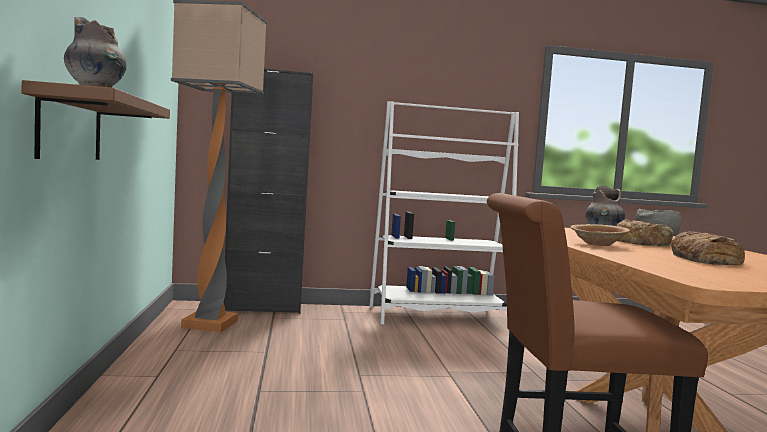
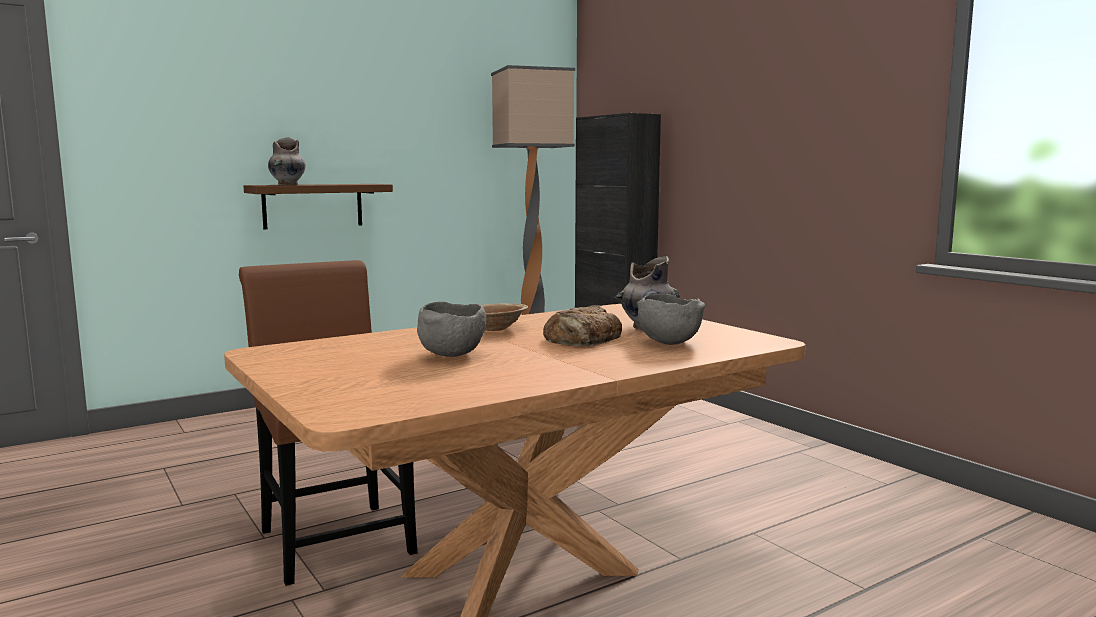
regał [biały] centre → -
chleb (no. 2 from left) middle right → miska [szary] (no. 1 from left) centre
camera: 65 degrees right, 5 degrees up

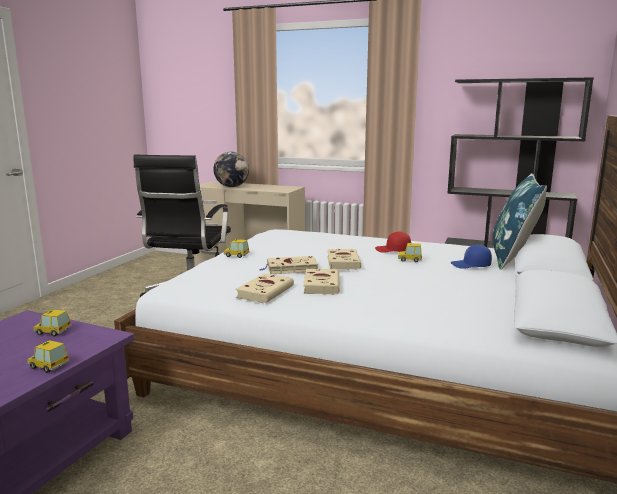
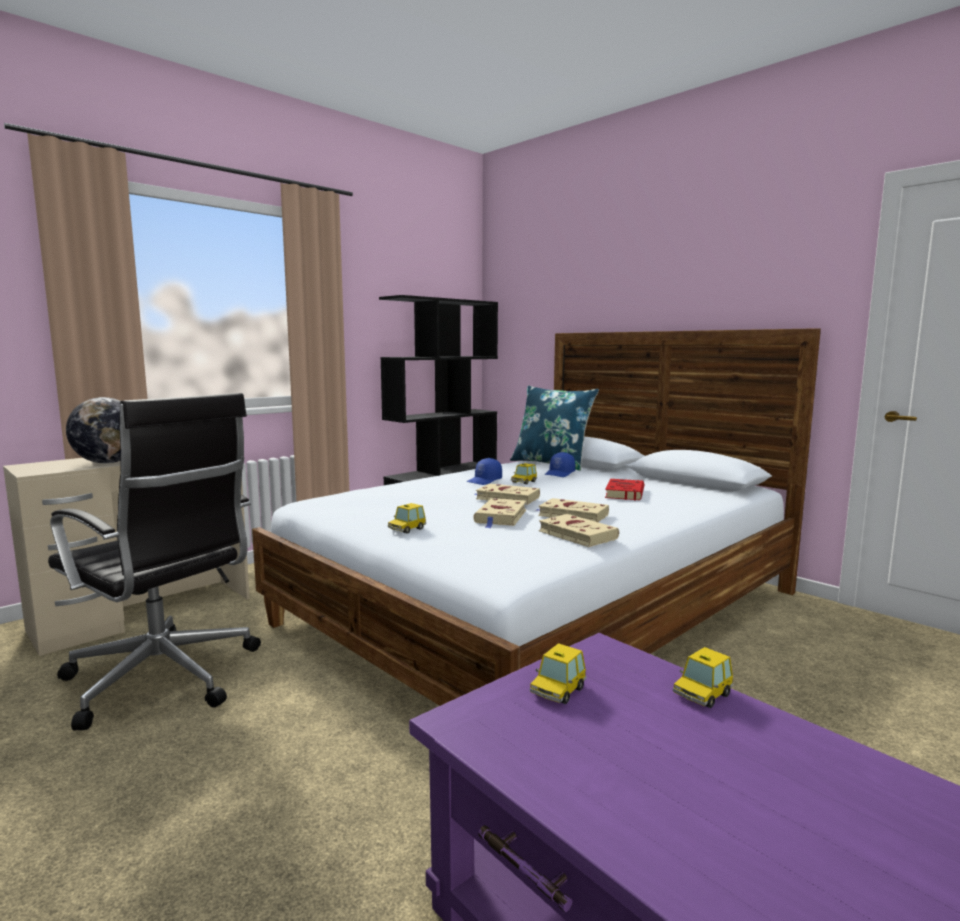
czapka z daszkiem [czerwony] centre → czapka z daszkiem [niebieski] (no. 1 from left) centre
- → książka [czerwony] centre
camera: 65 degrees left, 5 degrees down

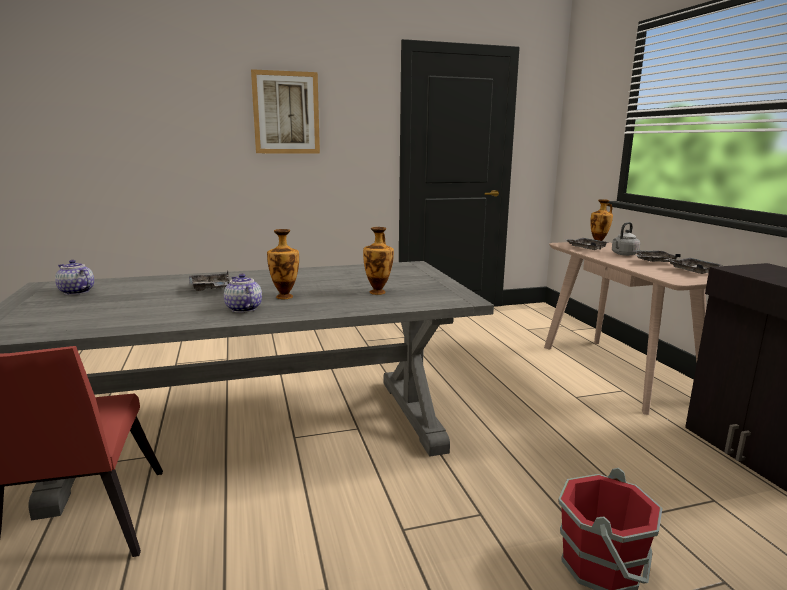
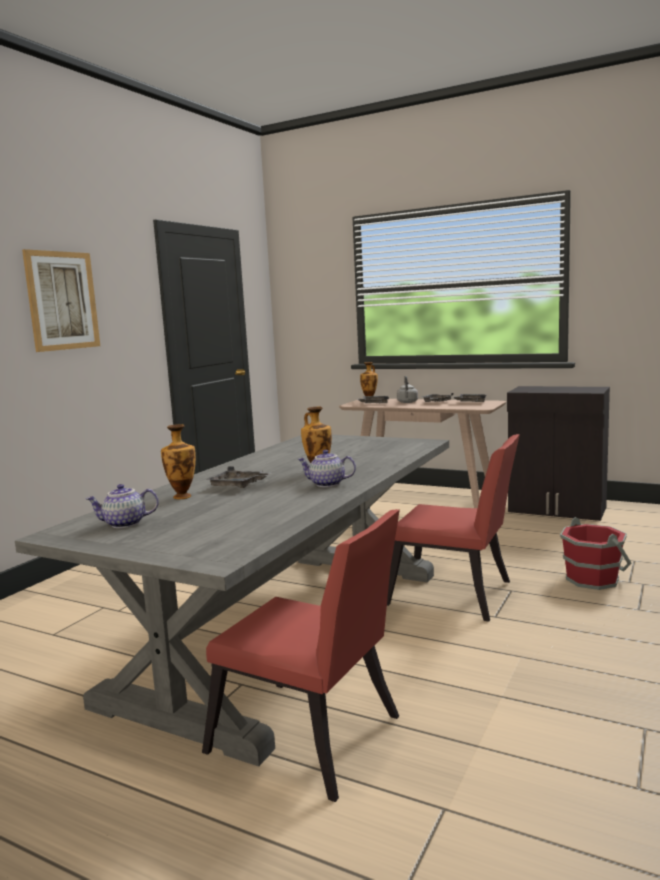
wazon (no. 2 from left in the first image) centre → wazon (no. 1 from left) middle left, relocated
- → krzesło [czerwony] (no. 2 from left) middle right
camera: 45 degrees left, 5 degrees down

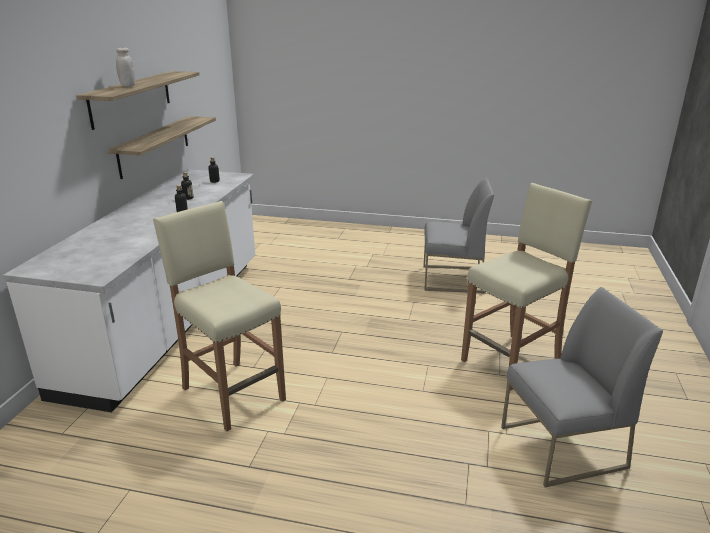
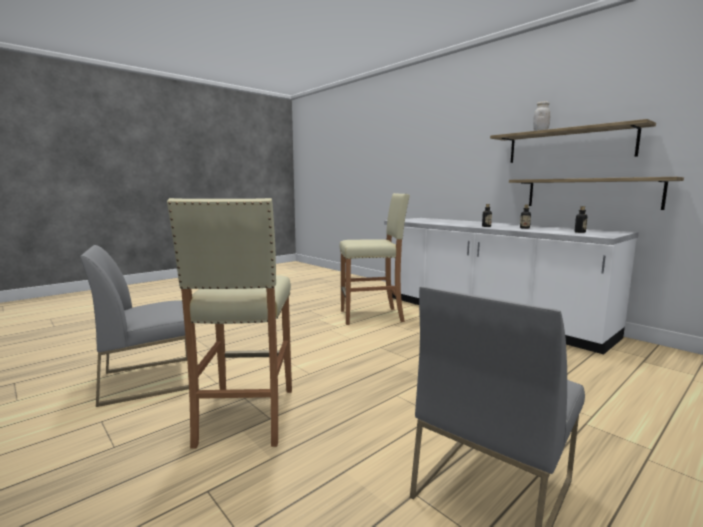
krzesło [szary] (no. 2 from left in the first image) bottom right → krzesło [szary] (no. 1 from left) middle left, 45 degrees clockwise
camera: 125 degrees right, 15 degrees down

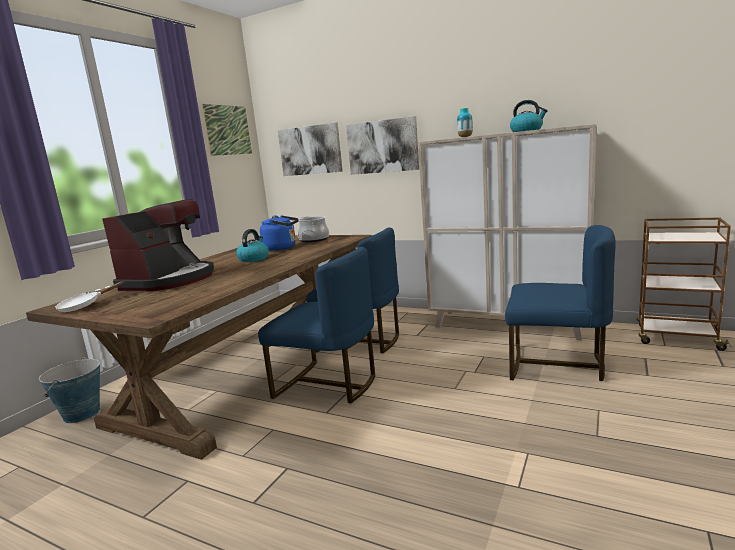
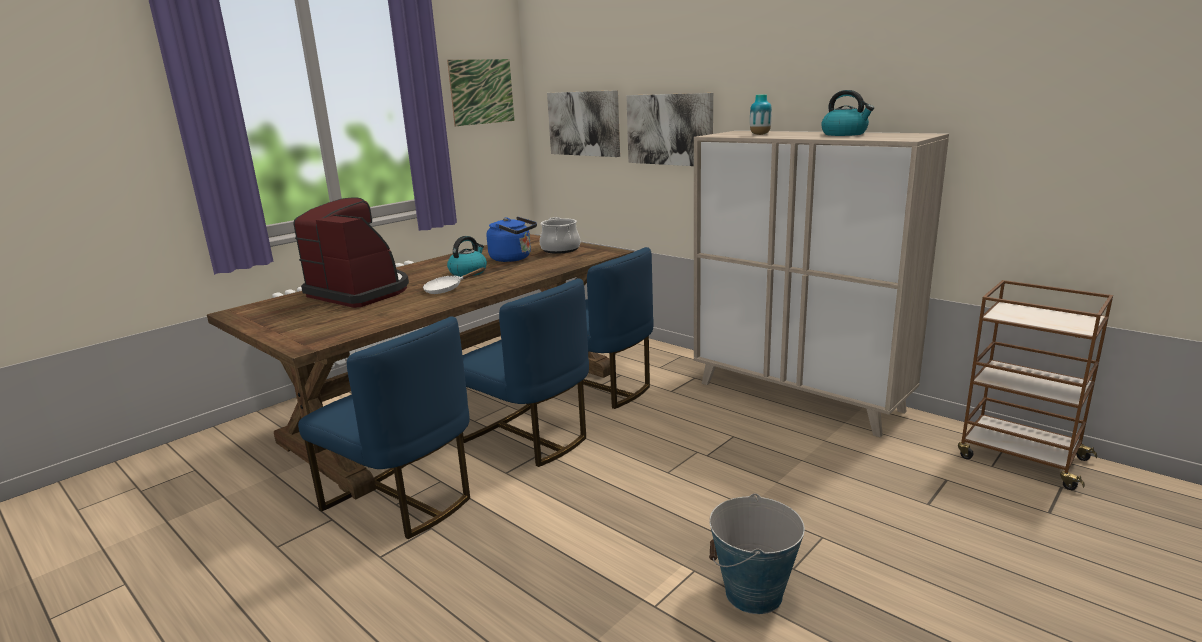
wiadro bottom left → wiadro bottom centre, relocated
patelnia [biały] middle left → patelnia [biały] centre, relocated
ekspres do kawy middle left, 90 degrees counterclockwise
krzesło [niebieski] (no. 3 from left in the first image) middle right → krzesło [niebieski] (no. 1 from left) middle left, relocated
camera: 15 degrees right, 5 degrees up

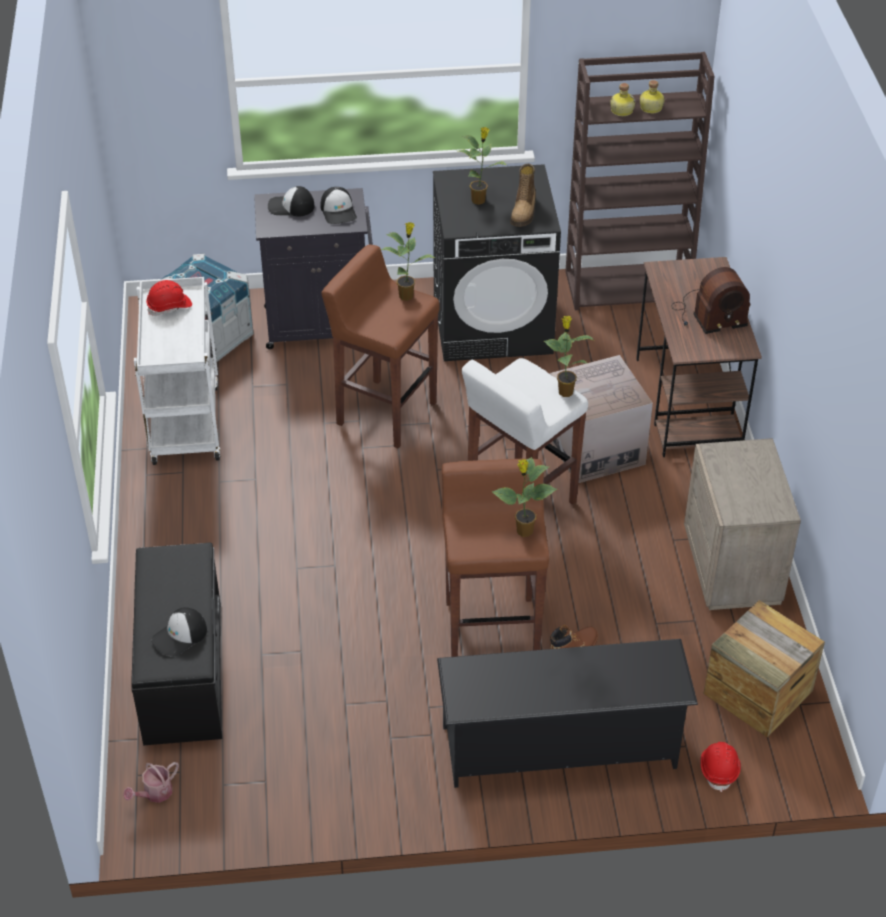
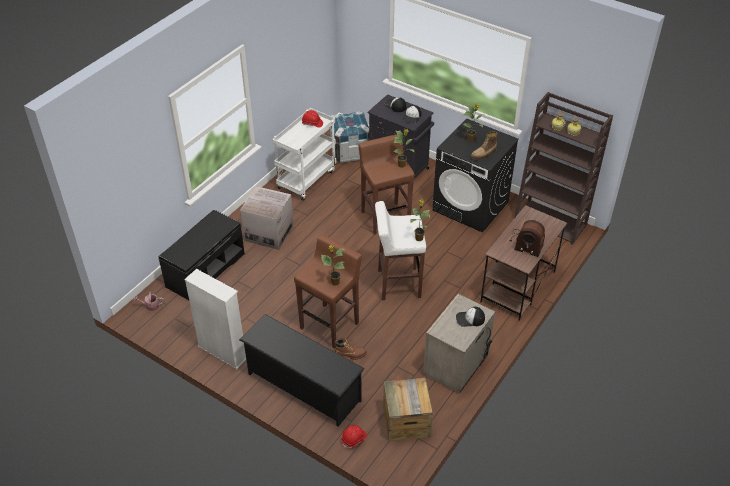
czapka z daszkiem (no. 1 from left in the first image) bottom left → czapka z daszkiem (no. 3 from left) centre, relocated
karton middle right → karton centre, relocated
- → regał [biały] middle left
camera: 40 degrees right, 0 degrees up

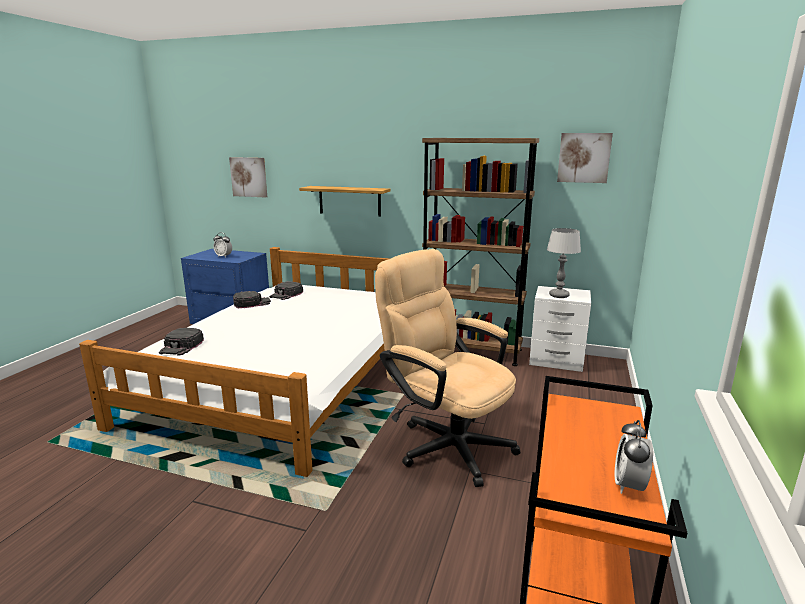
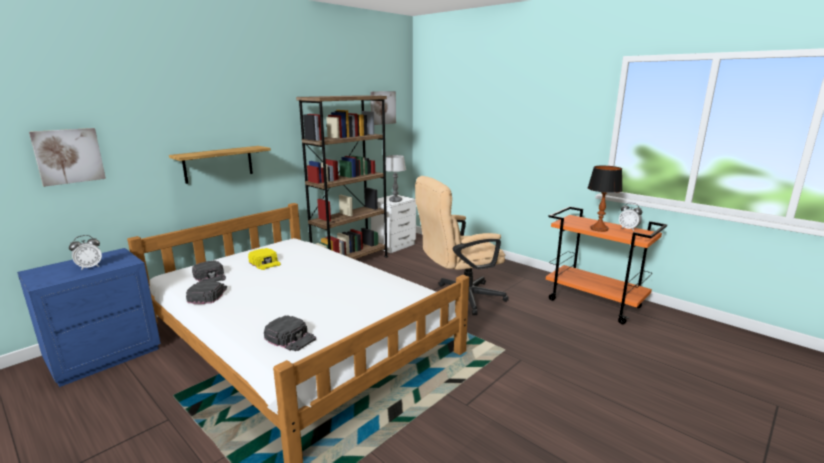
- → czapka z daszkiem [żółty] middle left
- → lampa stołowa (no. 2 from left) middle right
camera: 65 degrees left, 0 degrees up

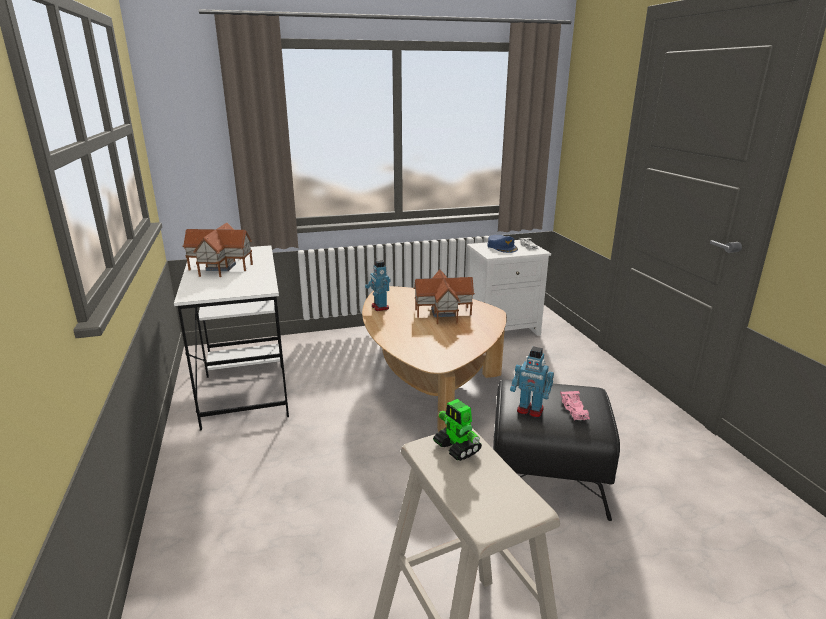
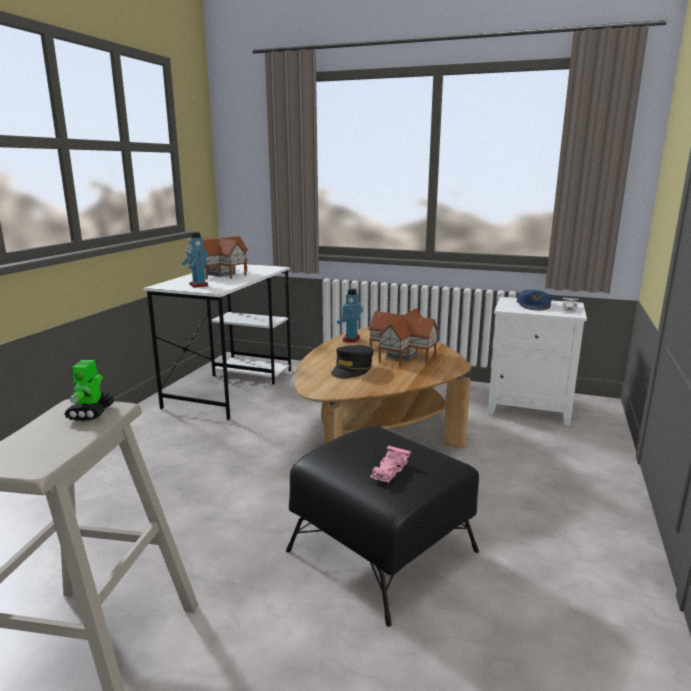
robot zabawkowy (no. 3 from left in the first image) centre → robot zabawkowy (no. 2 from left) middle left, relocated
- → czapka z daszkiem [czarny] centre
camera: 35 degrees right, 5 degrees down

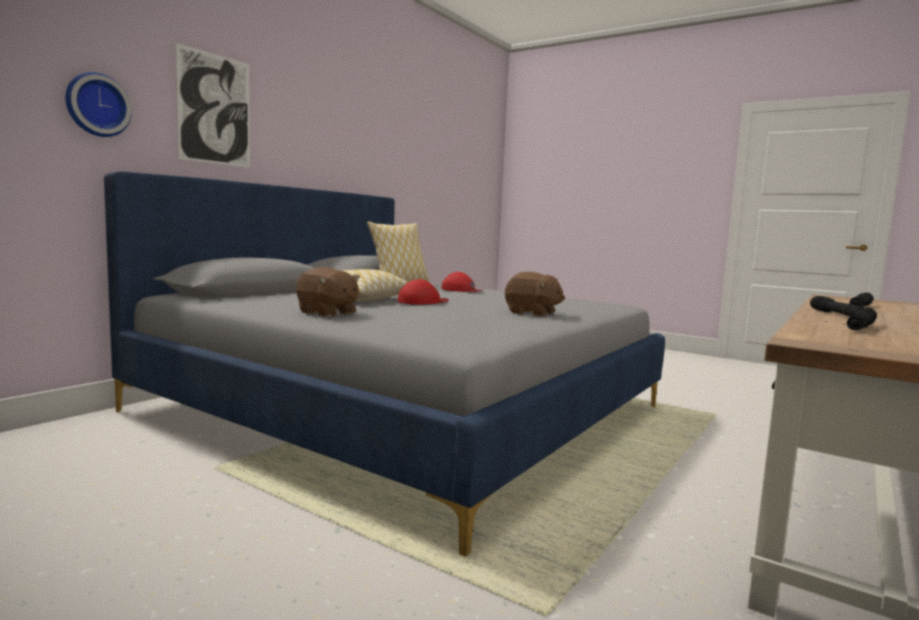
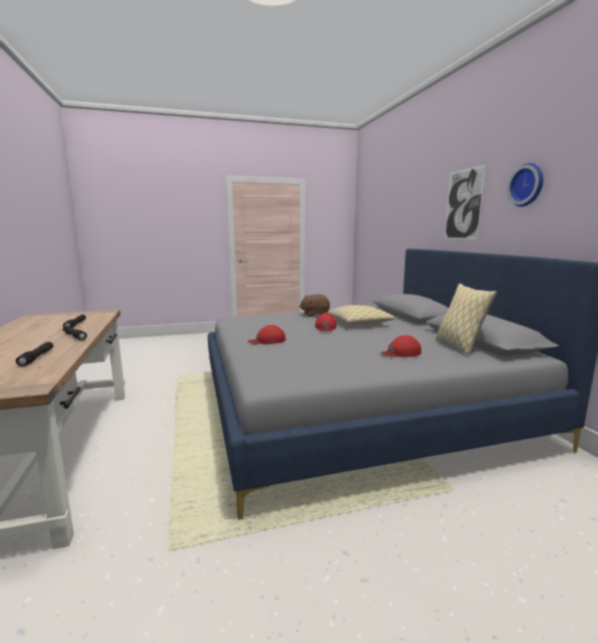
zegar ścienny top left → zegar ścienny top right, relocated
pluszak [brązowy] (no. 2 from left) centre → czapka z daszkiem [czerwony] (no. 1 from left) centre
camera: 130 degrees right, 5 degrees up

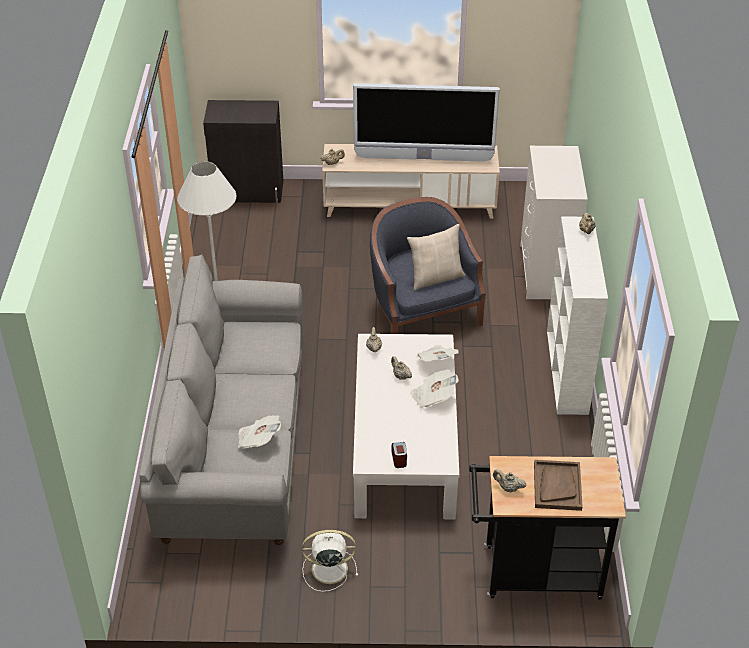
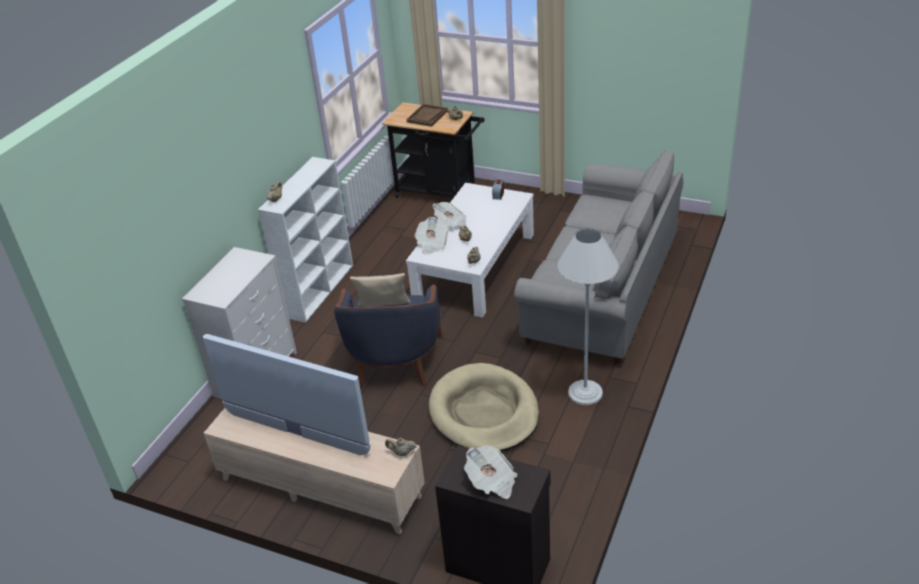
gazeta (no. 1 from left in the first image) centre → gazeta (no. 3 from left) bottom centre, relocated
wentylator [biały] bottom centre → -
- → legowisko [beżowy] bottom centre
camera: 155 degrees left, 5 degrees down

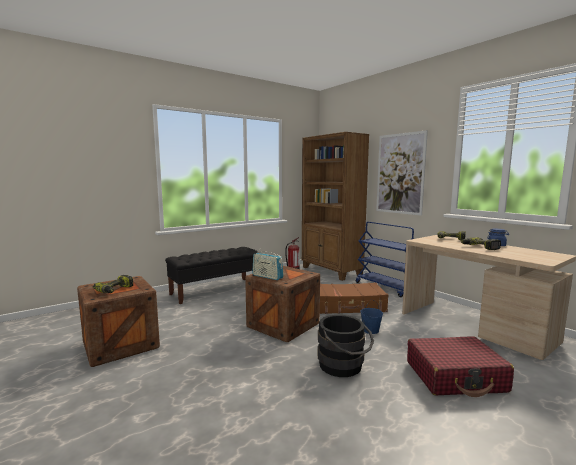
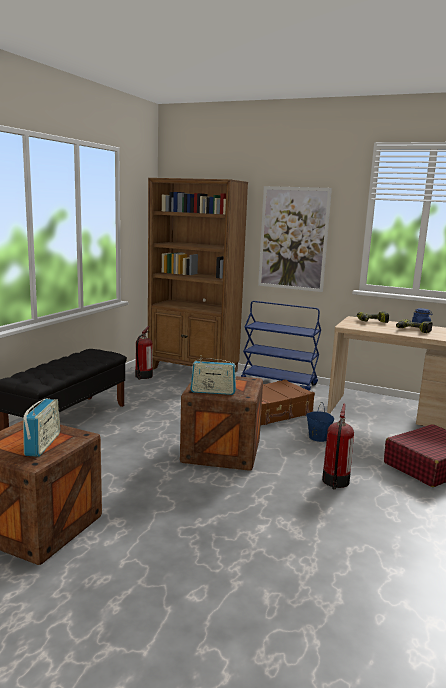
wiertarka (no. 1 from left) middle left → radio (no. 1 from left) middle left
wiadro [czarny] bottom centre → gaśnica (no. 2 from left) middle right
camera: 30 degrees left, 5 degrees up

